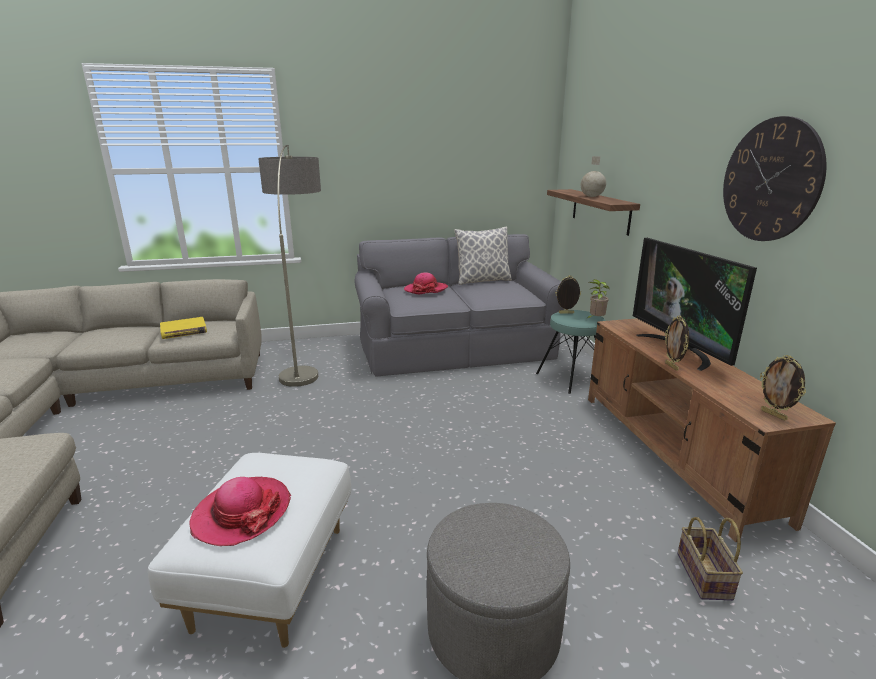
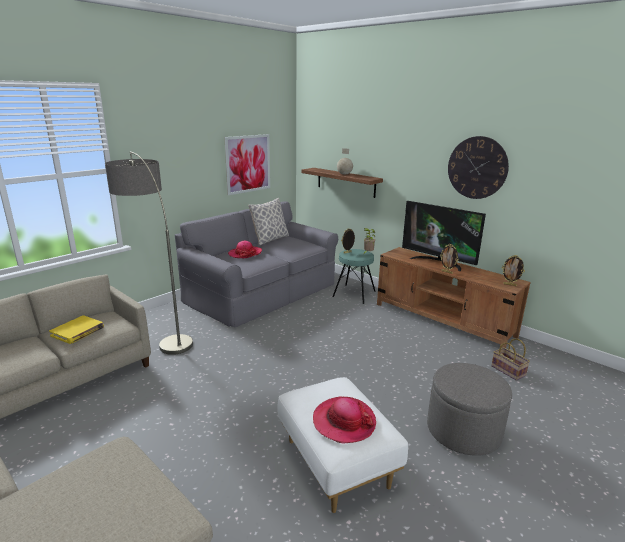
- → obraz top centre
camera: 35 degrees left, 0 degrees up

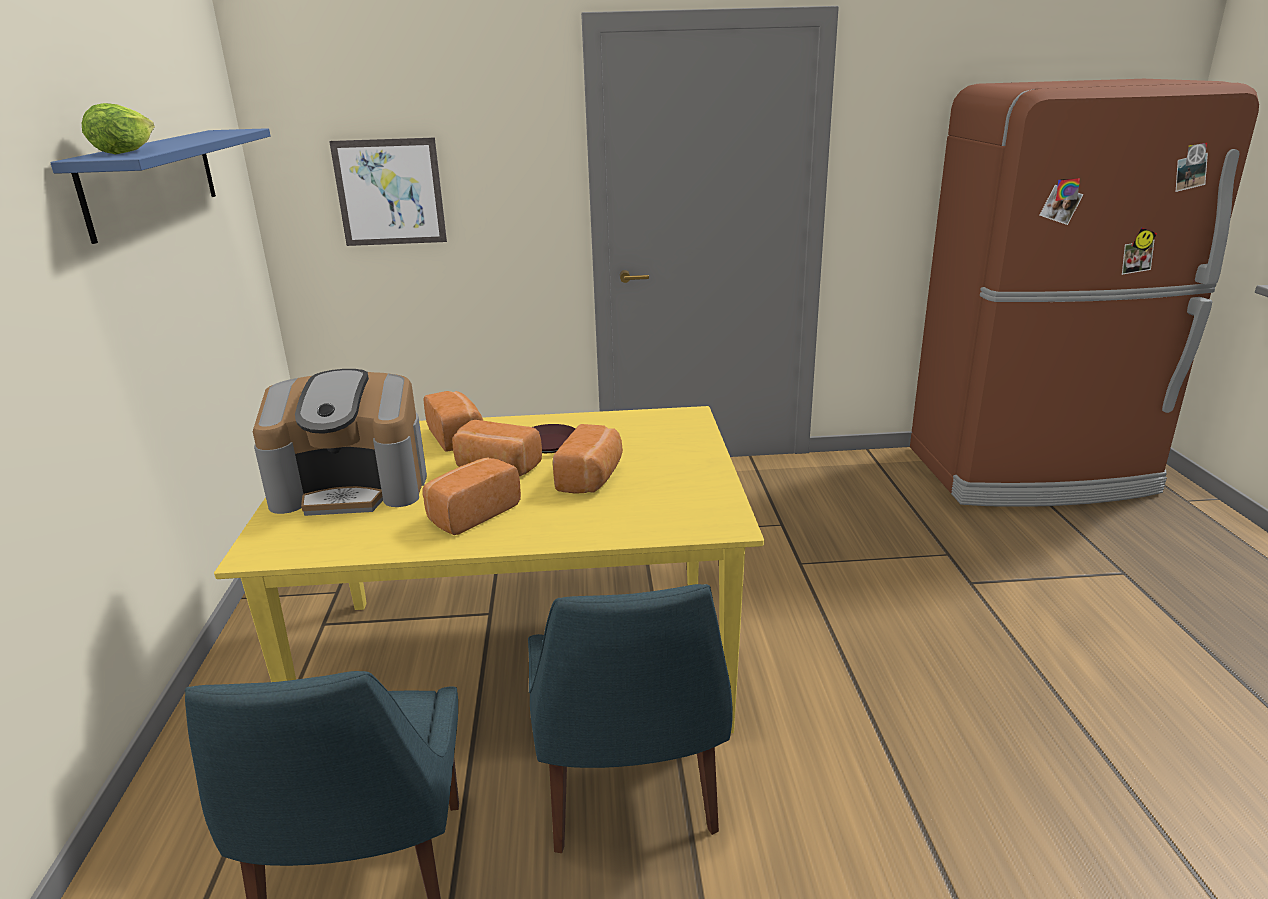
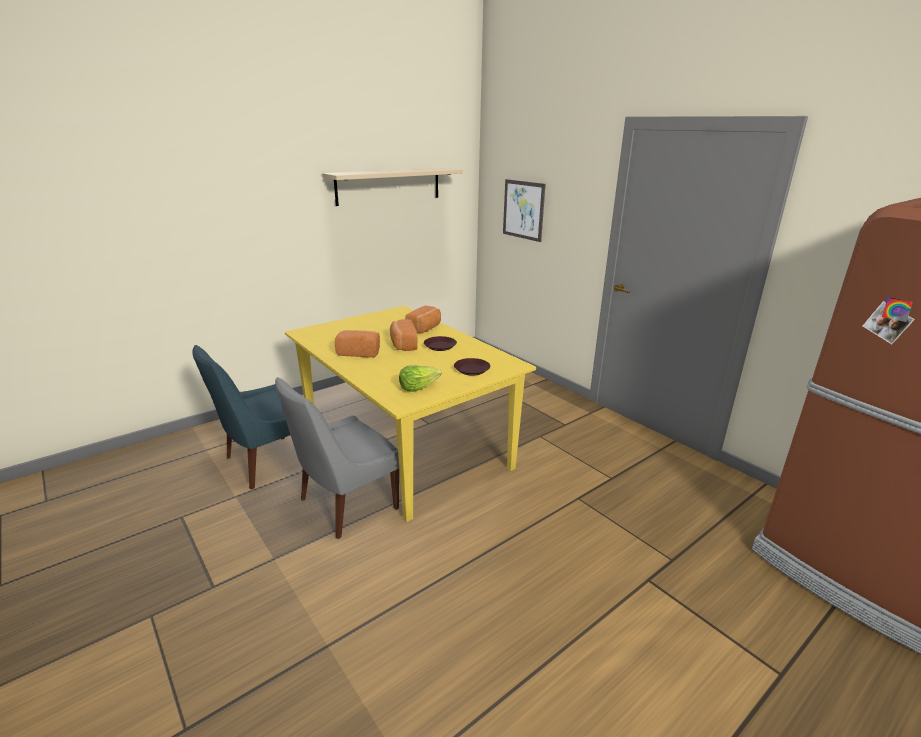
półka [niebieski] top left → półka [beżowy] top centre
sałata top left → sałata centre, relocated
ekspres do kawy middle left → -
krzesło [niebieski] (no. 2 from left) bottom centre → krzesło [szary] centre
chleb (no. 4 from left) centre → -
- → talerz [brązowy] (no. 2 from left) centre
camera: 55 degrees right, 0 degrees up

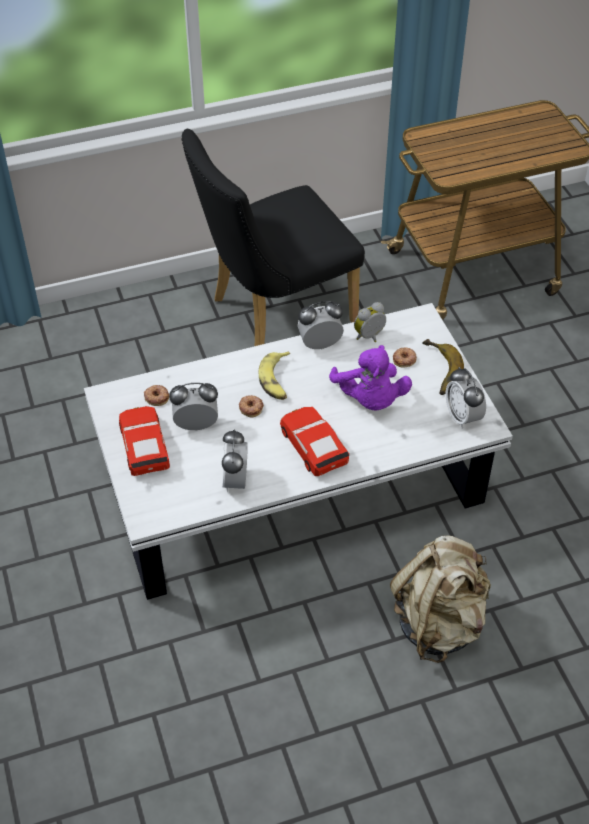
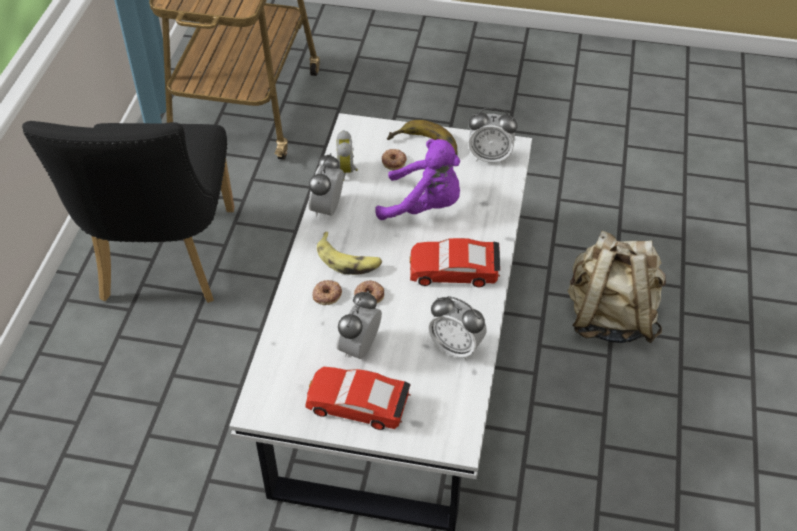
donut (no. 1 from left) middle left → donut (no. 1 from left) centre, relocated
camera: 60 degrees left, 0 degrees up

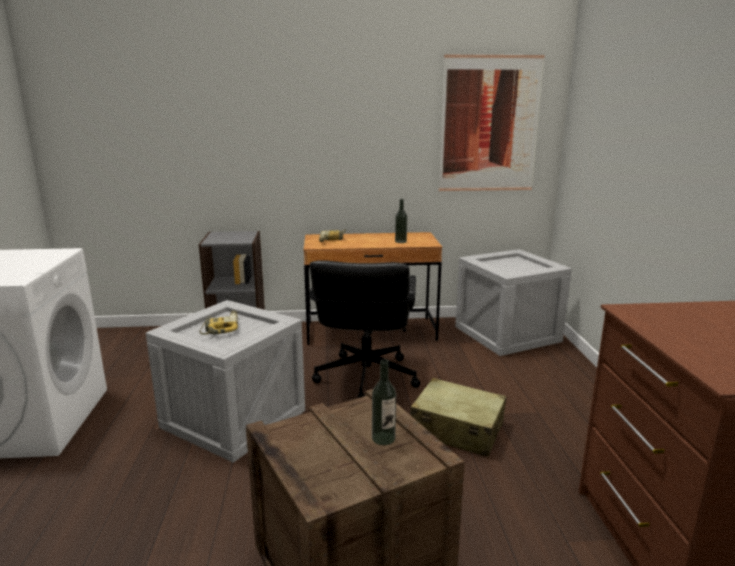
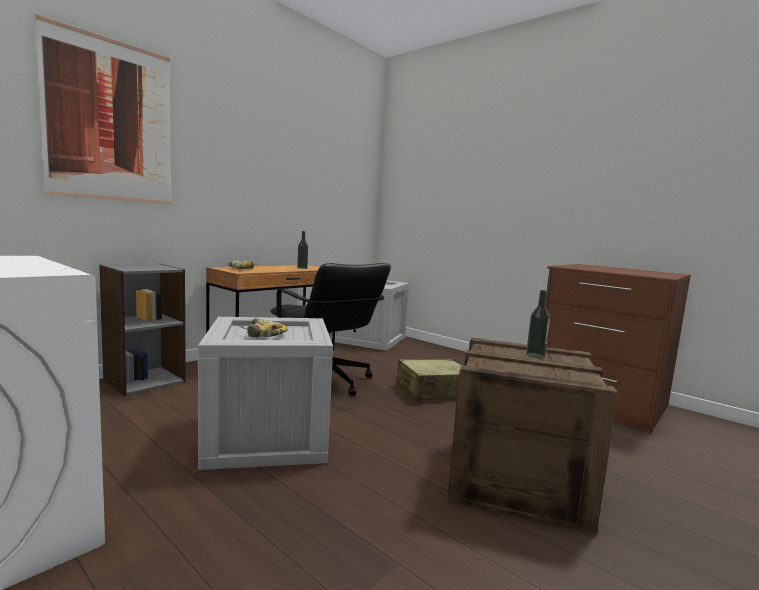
obraz top right → obraz top left, relocated
camera: 45 degrees left, 10 degrees down

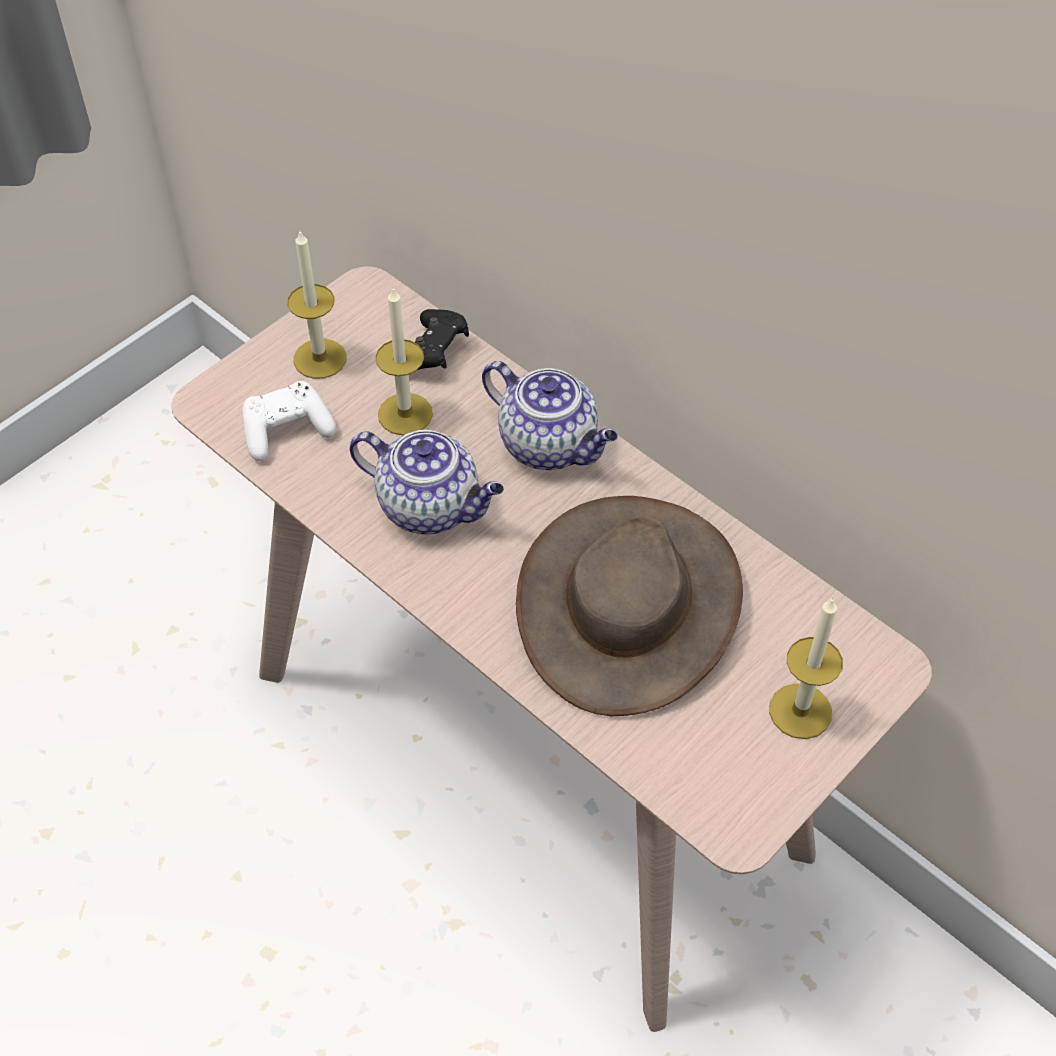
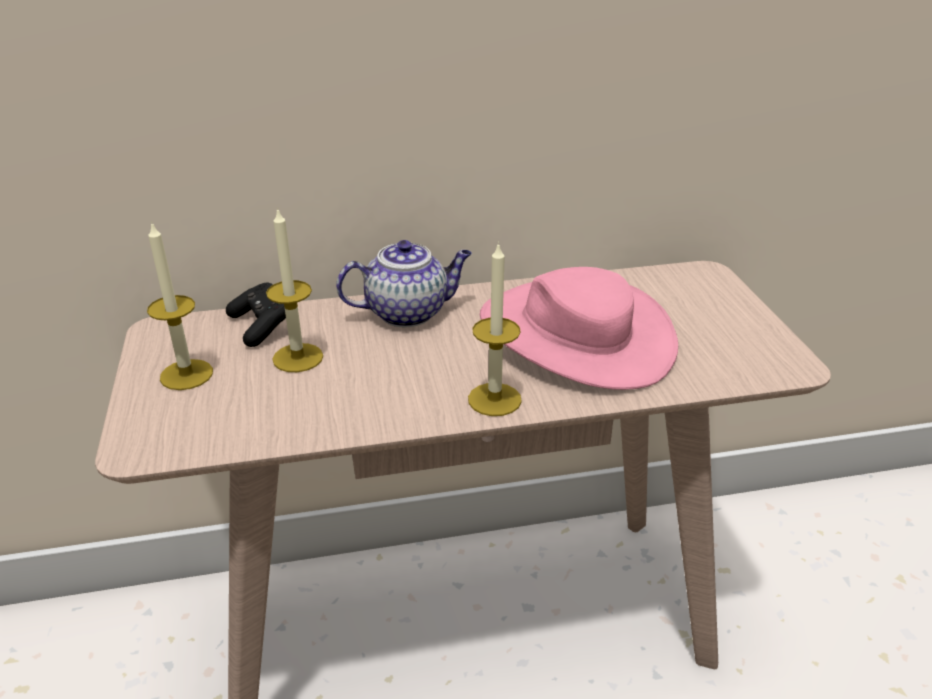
pad do gier [biały] middle left → -
imbryk (no. 1 from left) centre → -
kapelusz [brązowy] centre → kapelusz [różowy] centre
świeca (no. 3 from left) middle right → świeca (no. 3 from left) centre, relocated
camera: 55 degrees left, 20 degrees down

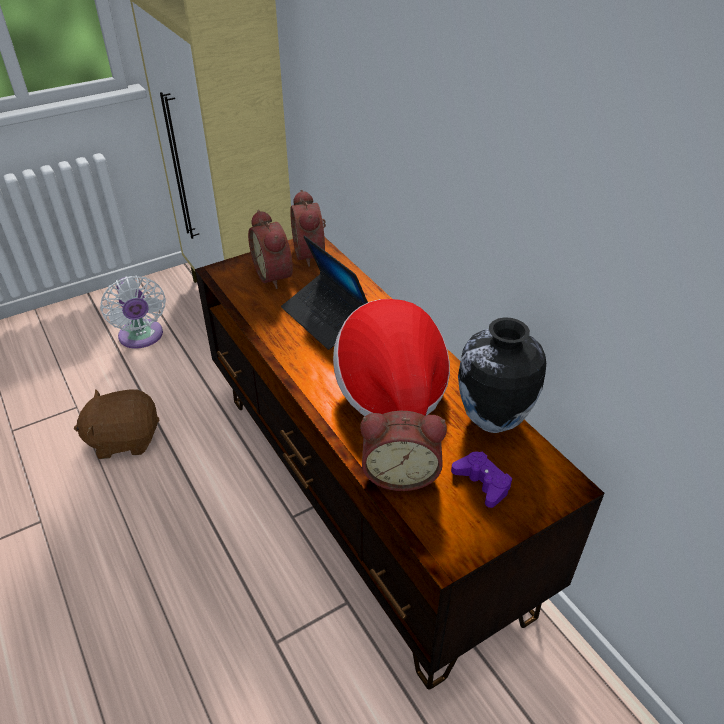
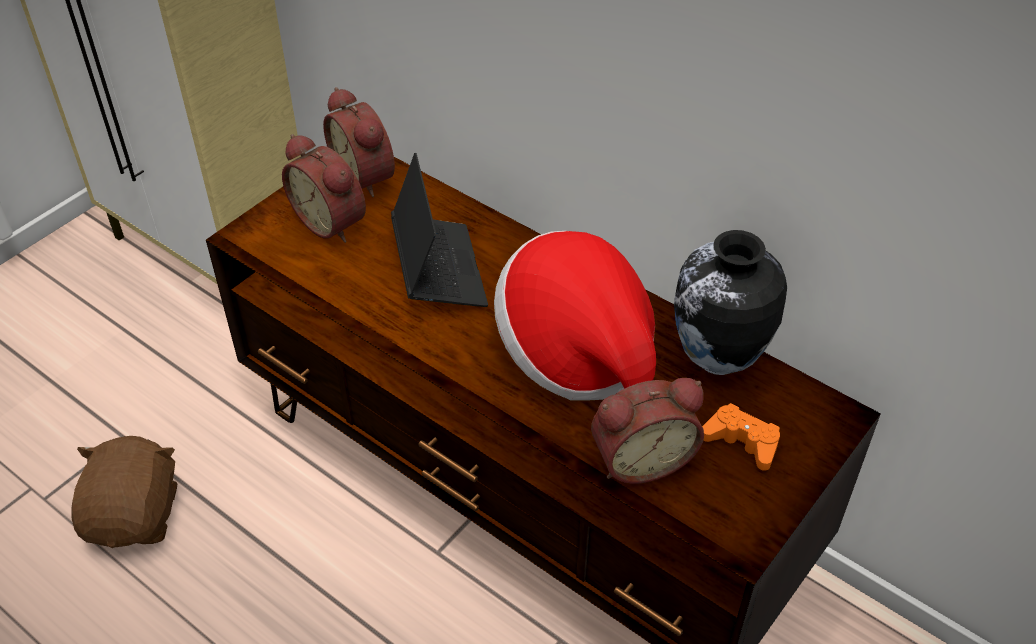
pluszak [brązowy] middle left → pluszak [brązowy] bottom left, 120 degrees clockwise
wentylator [biały] middle left → -
laptop centre, 135 degrees counterclockwise
pad do gier [fioletowy] centre → pad do gier [pomarańczowy] bottom right
camera: 20 degrees left, 5 degrees up

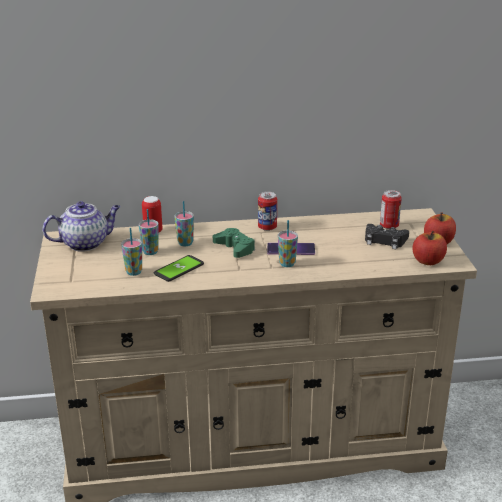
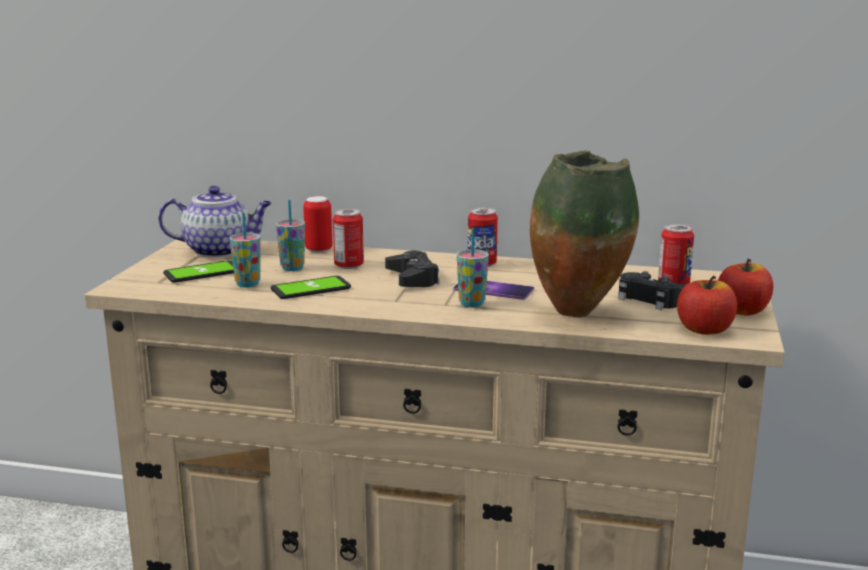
filiżanka (no. 3 from left) centre → puszka (no. 2 from left) centre
pad do gier [zielony] centre → pad do gier [czarny] (no. 1 from left) centre
- → telefon (no. 1 from left) middle left
- → wazon middle right
camera: 20 degrees right, 10 degrees down

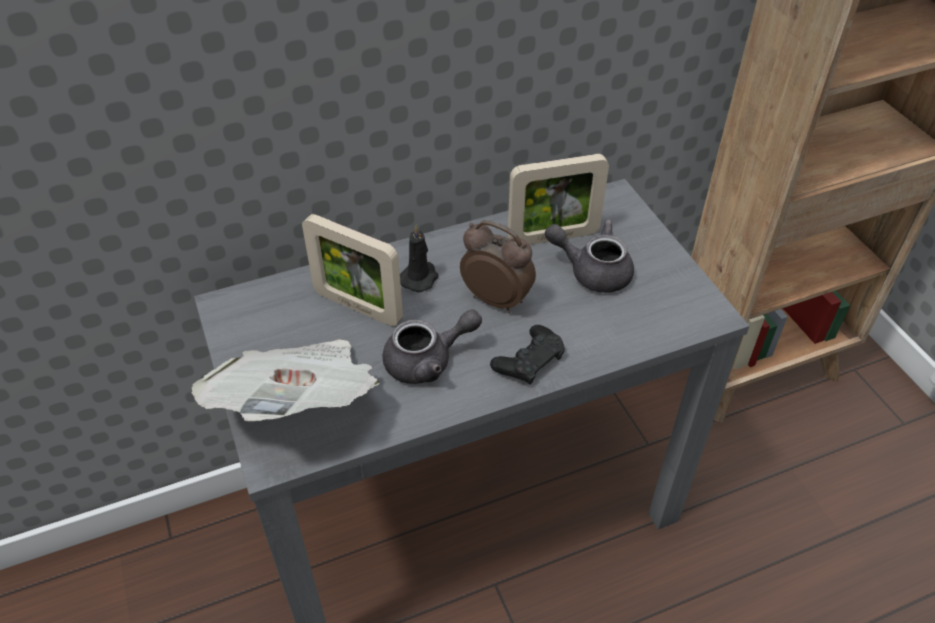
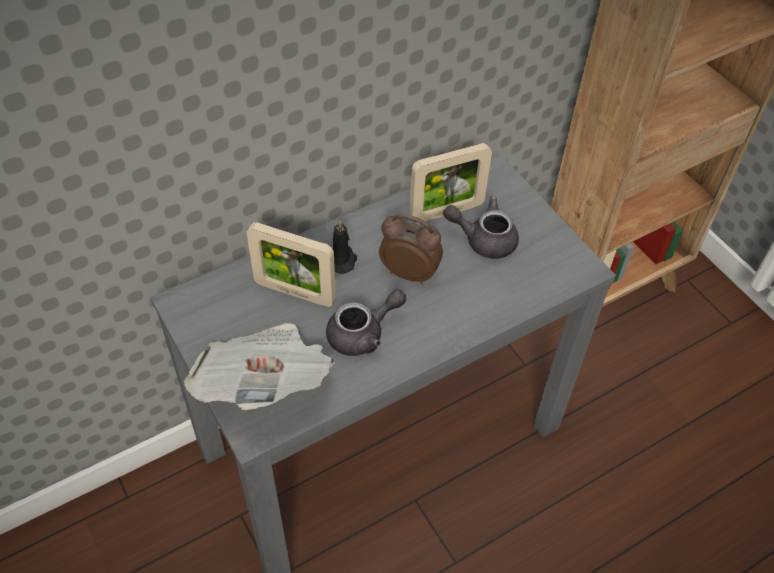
pad do gier [czarny] centre → -
camera: 10 degrees left, 5 degrees up

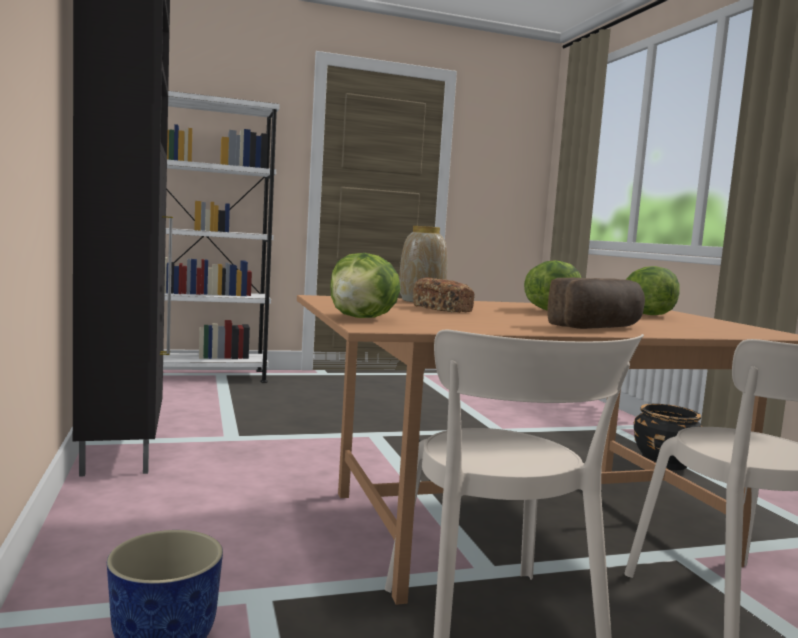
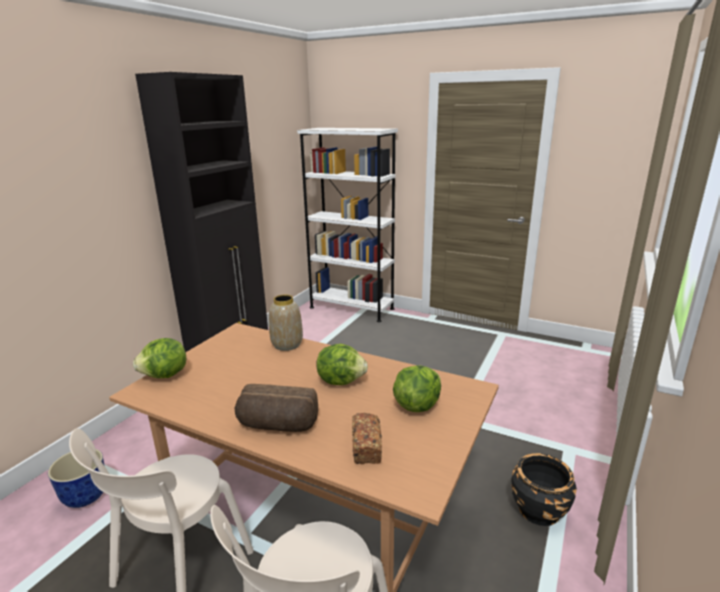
chleb (no. 1 from left in the first image) centre → chleb (no. 2 from left) bottom centre, relocated
camera: 45 degrees right, 15 degrees up

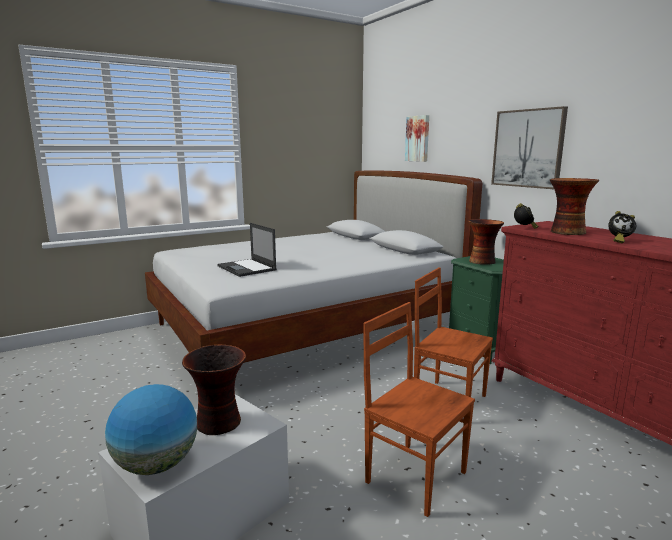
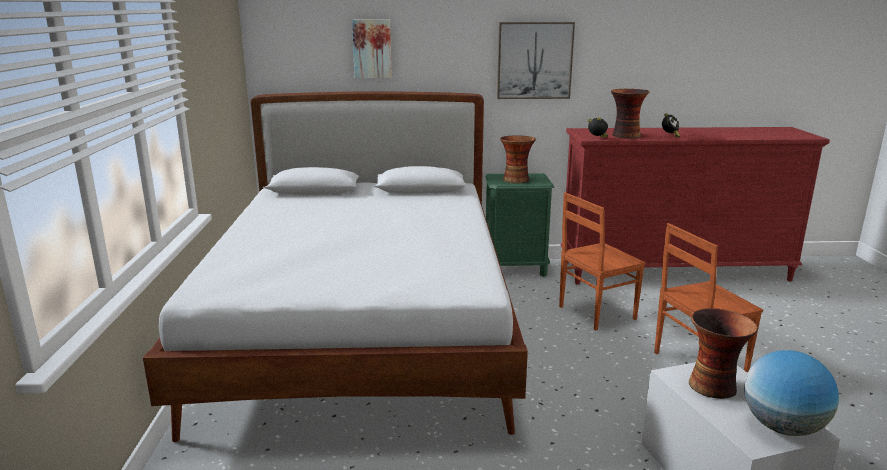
laptop centre → -
camera: 60 degrees left, 5 degrees up

